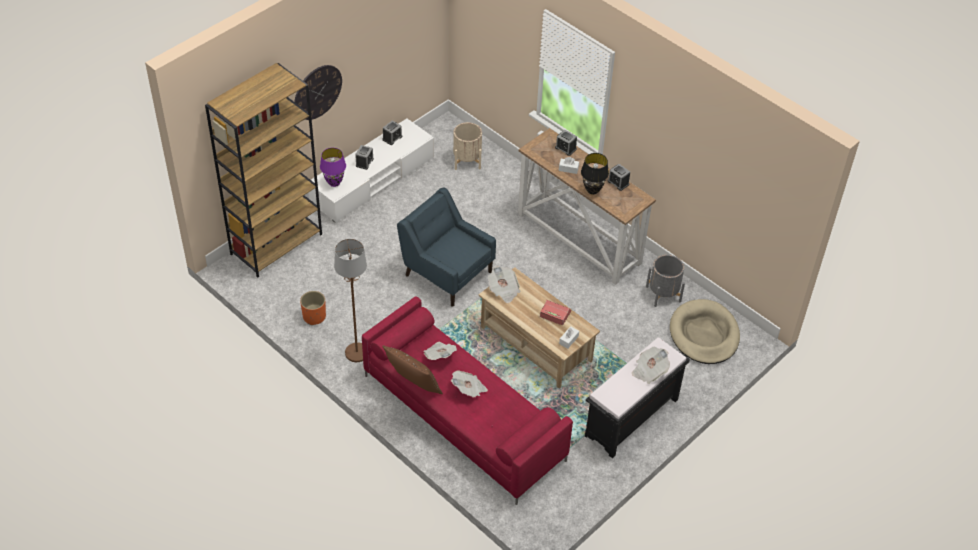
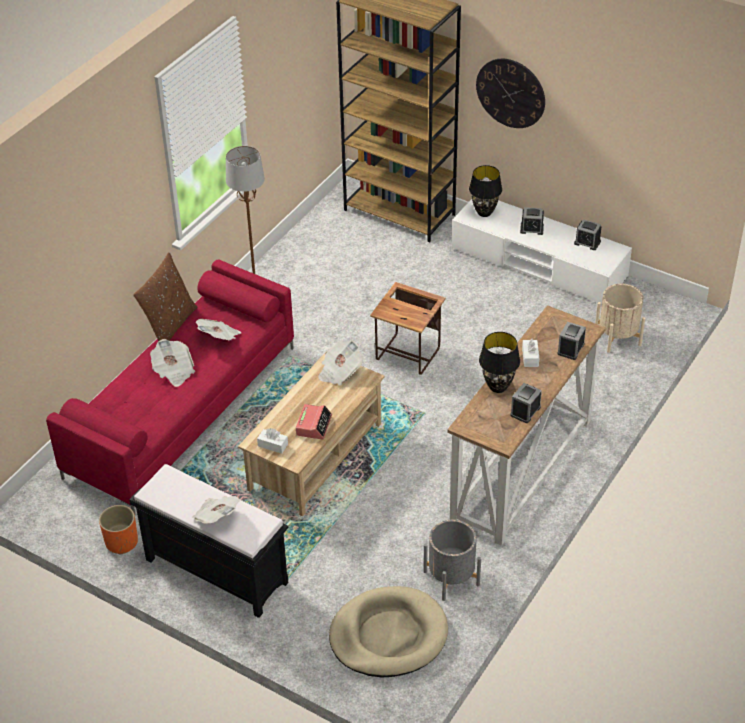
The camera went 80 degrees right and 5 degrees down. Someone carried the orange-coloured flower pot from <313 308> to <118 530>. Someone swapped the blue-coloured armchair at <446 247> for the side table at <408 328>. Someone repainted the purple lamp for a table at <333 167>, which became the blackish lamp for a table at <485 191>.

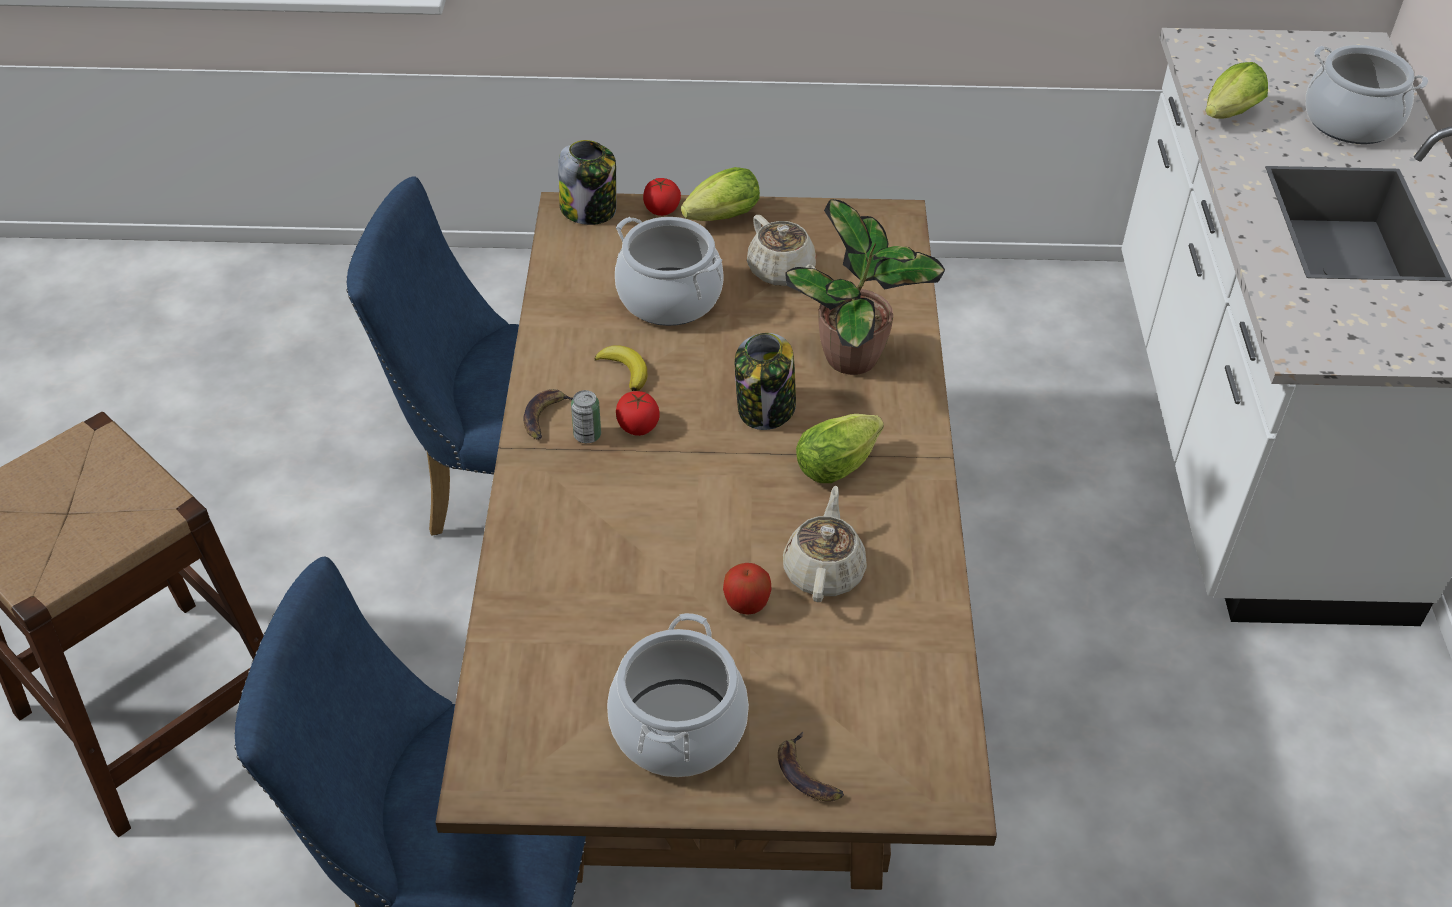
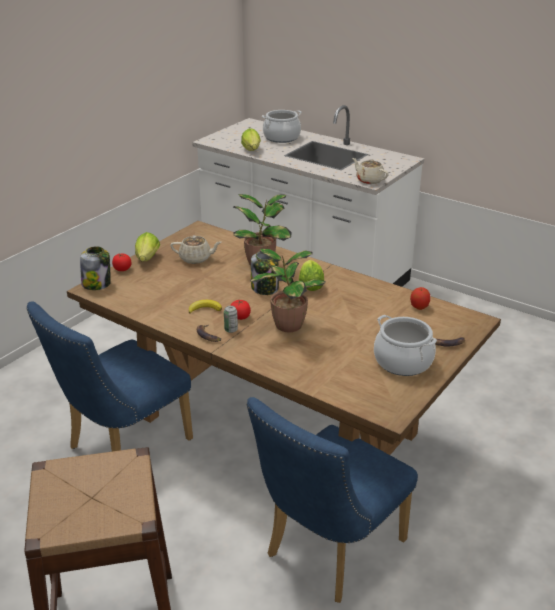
The camera went 55 degrees left and 15 degrees down. Someone put down the houseplant at <288 290>. Someone carried the beige pot for tea from <825 544> to <370 171>. Someone carried the whole apple from <747 589> to <420 298>. Someone took away the stockpot at <669 271>.

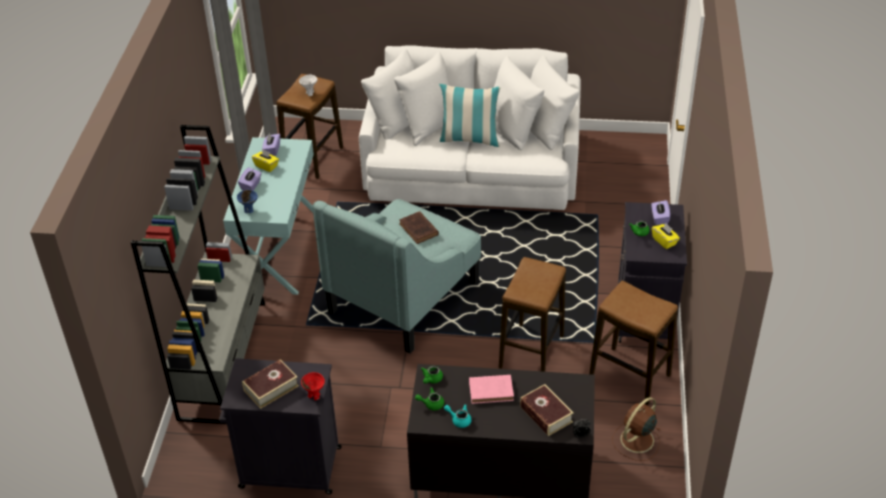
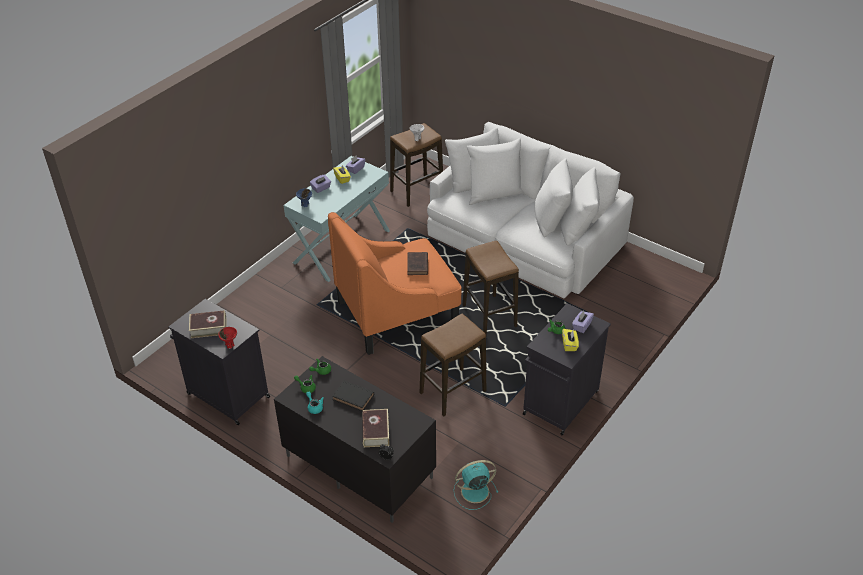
The camera went 30 degrees right and 0 degrees up. Someone repainted the blue-green armchair at <397 276>, which became the orange-coloured armchair at <395 283>. Someone repainted the pink-coloured volume at <491 389>, which became the blackish volume at <353 396>. Someone repainted the brown-coloured electric fan at <636 429>, which became the blue-green electric fan at <476 485>. Someone carried the stool seat from <633 342> to <491 287>. Someone took away the gray shelving unit at <198 274>. Someone took away the throw pillow at <470 115>.

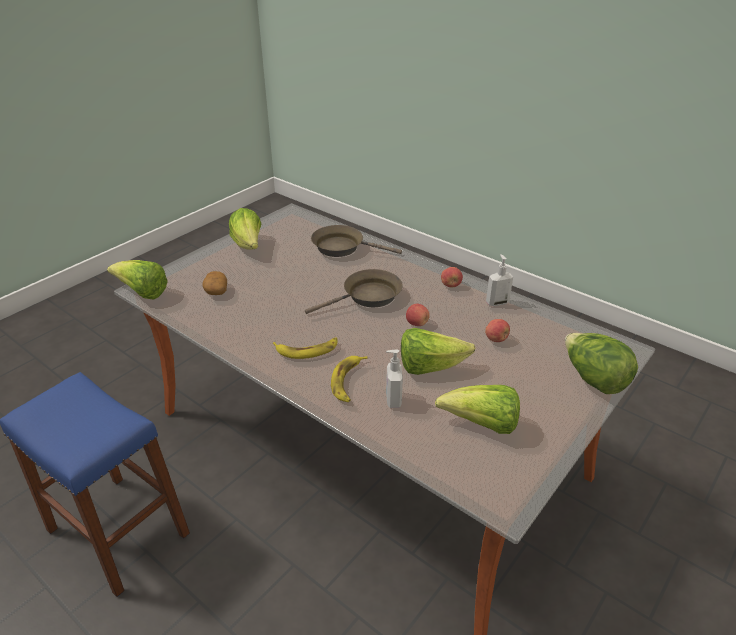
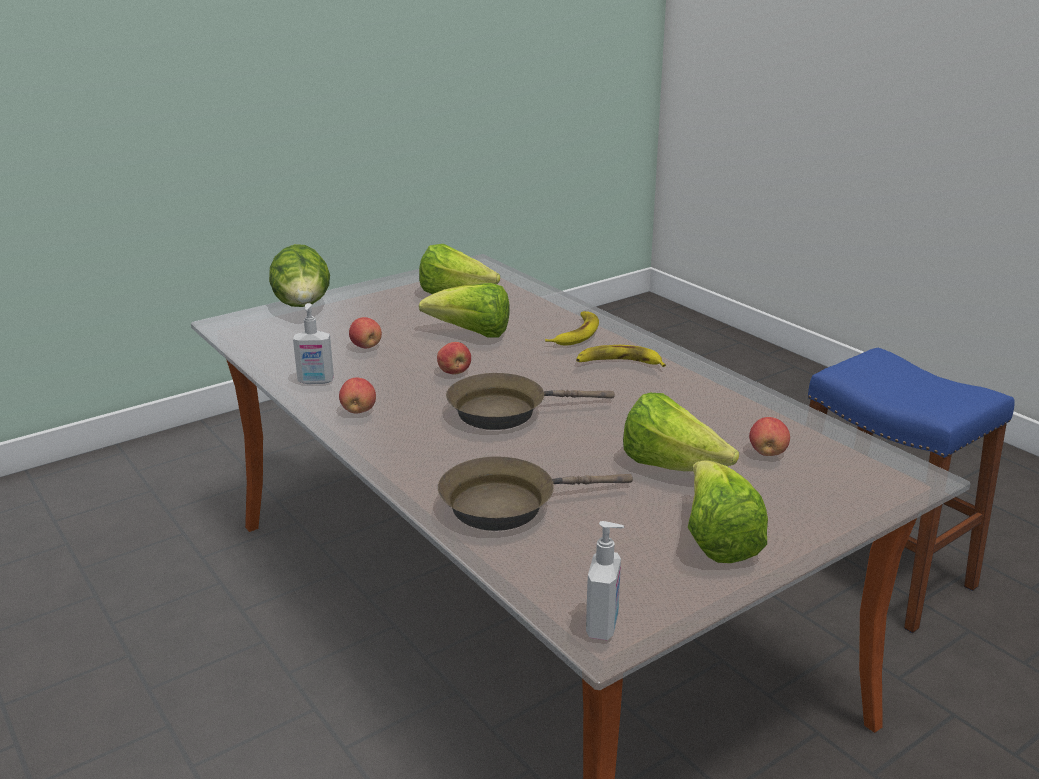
The camera went 165 degrees left and 10 degrees down. Someone rotated the brown-coloured frying pan at <356 241> by 135 degrees clockwise. Someone carried the soap dispenser from <394 378> to <605 580>. Someone carried the lettuce head from <137 280> to <681 432>. Someone swapped the potato at <214 283> for the whole apple at <769 436>.

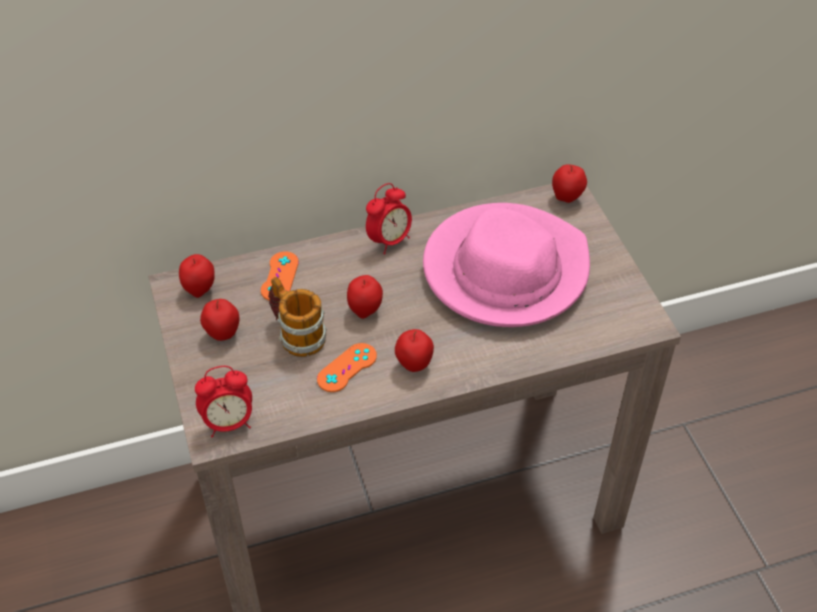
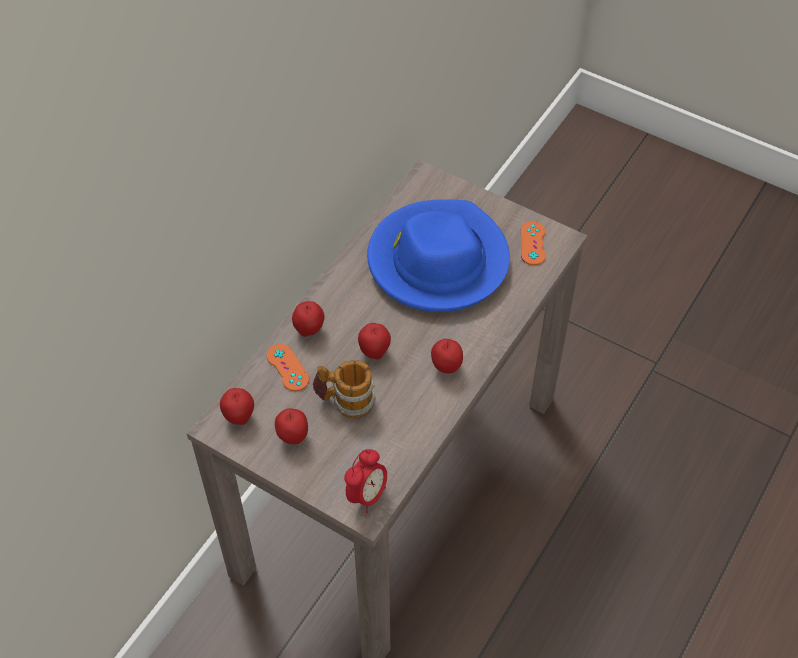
The camera went 40 degrees left and 5 degrees up. Someone carried the whole apple from <569 183> to <308 319>. Someone repainted the pink-coloured clothing hat at <506 265>, which became the blue-coloured clothing hat at <438 255>. Someone carried the orange-coloured gamepad from <347 367> to <533 243>. Someone took away the alarm clock at <389 218>.

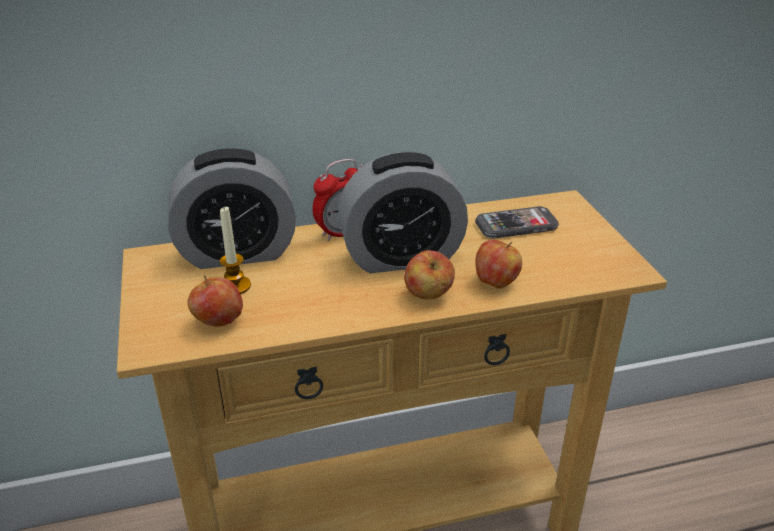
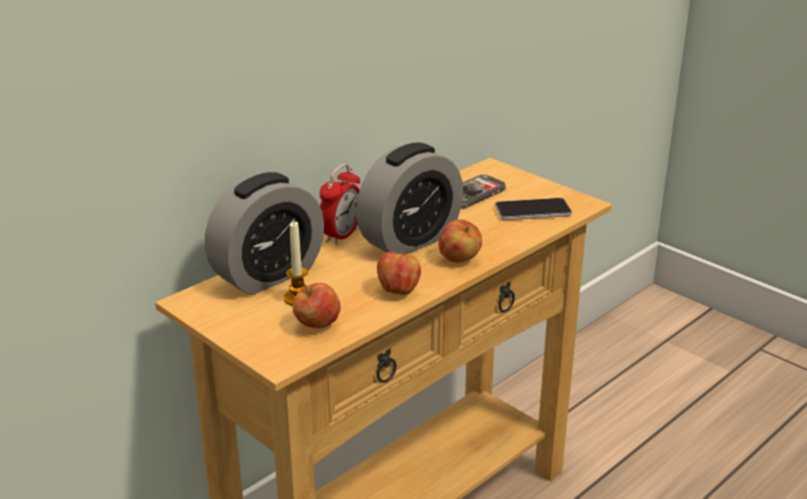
The camera went 30 degrees left and 5 degrees down. Someone carried the whole apple from <498 264> to <399 272>. Someone put down the handset at <533 209>.

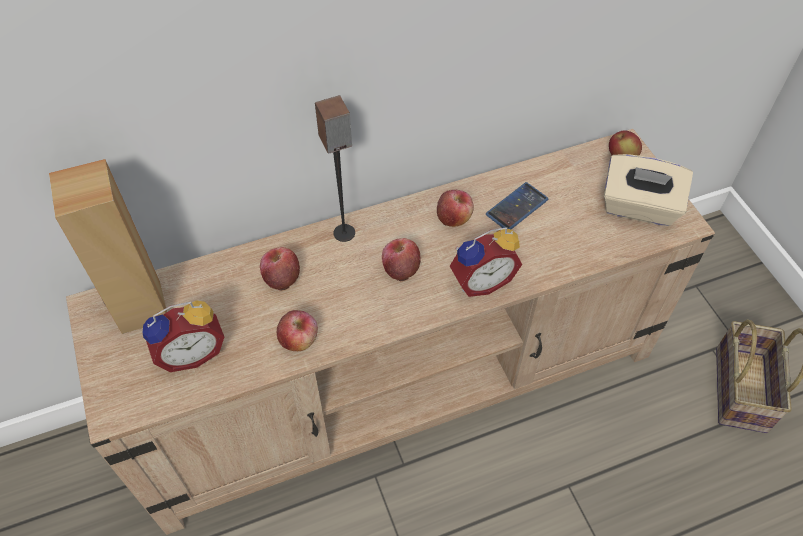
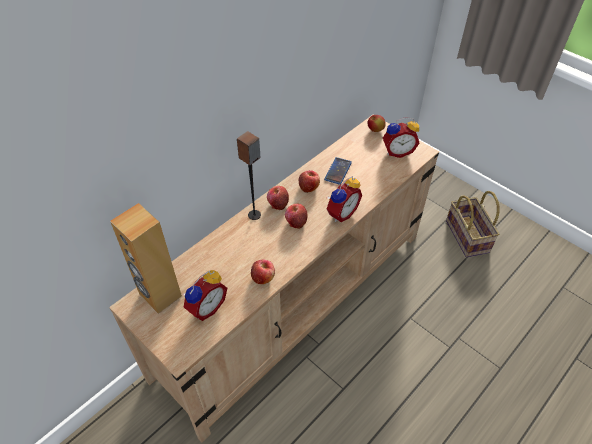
The camera went 25 degrees left and 5 degrees down. Someone carried the whole apple from <280 269> to <278 198>. Someone swapped the beige tissue holder at <648 190> for the alarm clock at <401 137>.

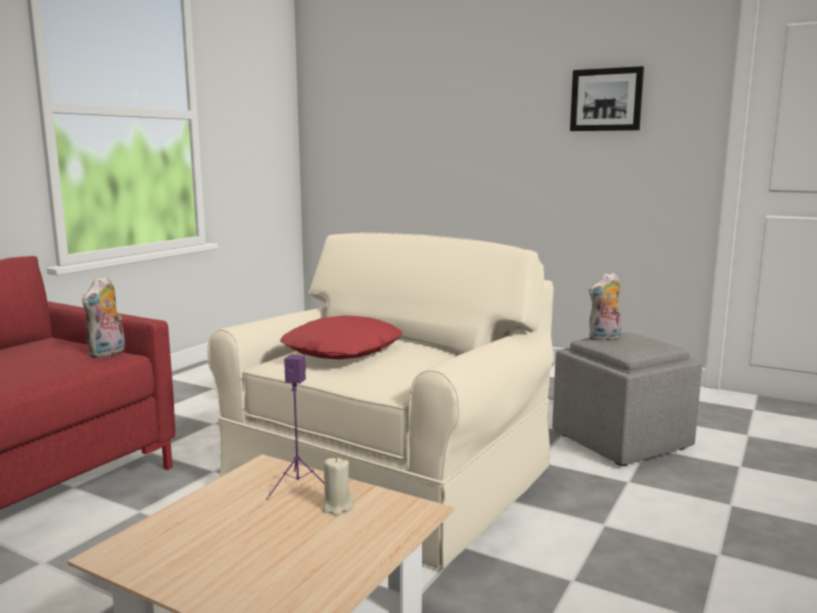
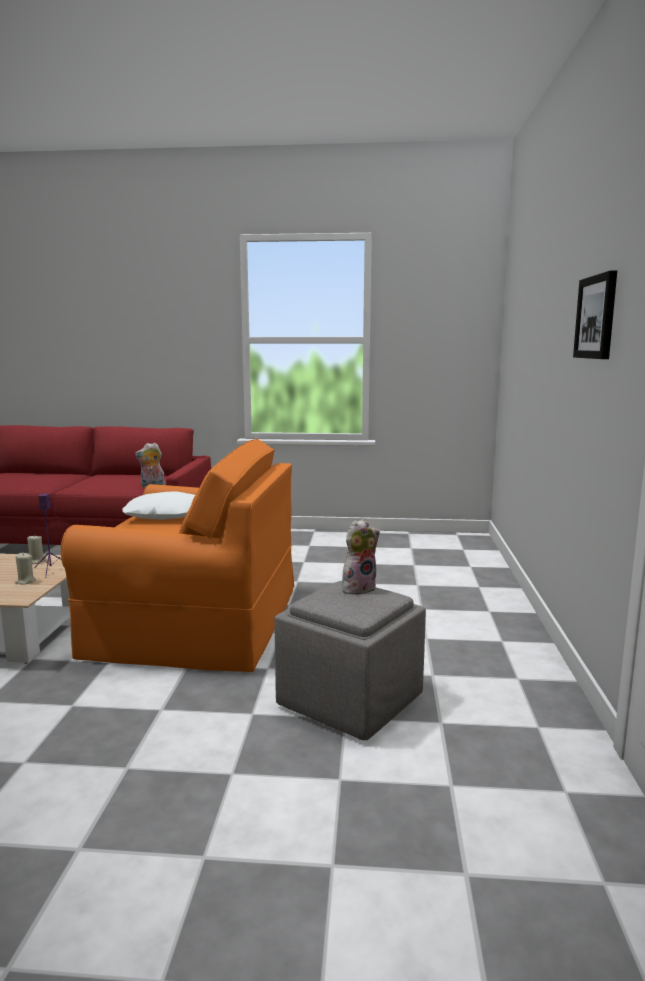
The camera went 65 degrees right and 0 degrees up. Someone put down the beige wax candle at <36 549>. Someone repainted the beige armchair at <380 401>, which became the orange-coloured armchair at <177 555>. Someone repainted the reddish throw pillow at <341 337>, which became the white throw pillow at <158 506>. Someone rotated the plush toy at <605 306> by 105 degrees clockwise.

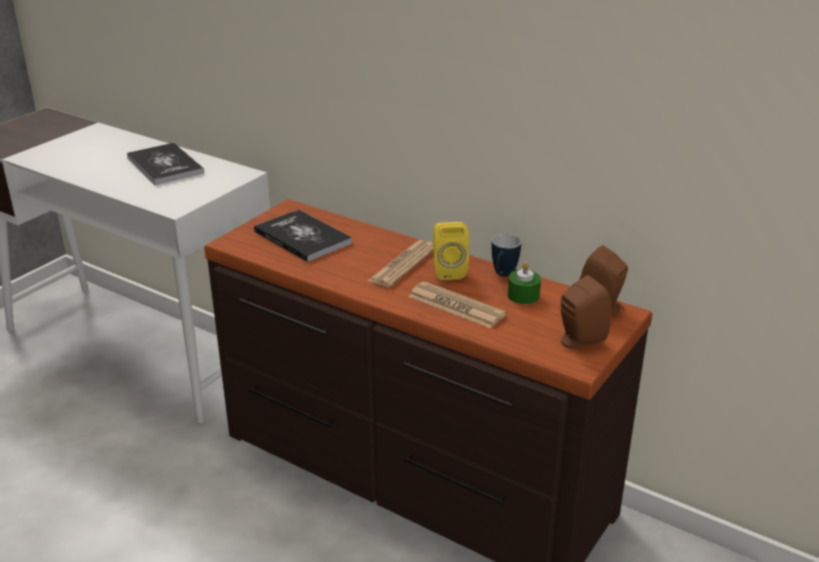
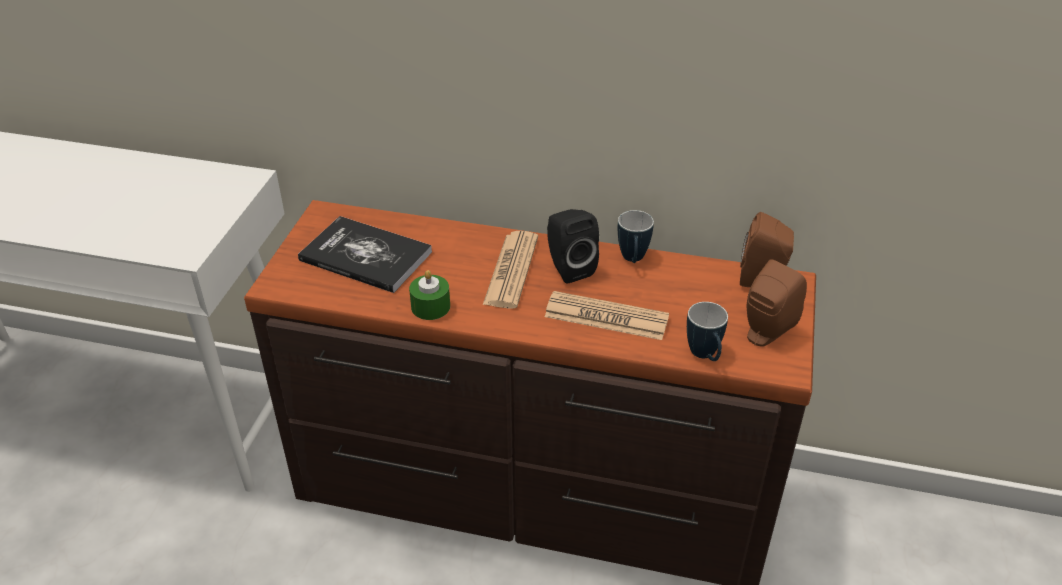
The camera went 20 degrees left and 10 degrees up. Someone carried the greenish wax candle from <524 283> to <429 295>. Someone repainted the yellow-coloured audio speaker at <451 251>, which became the blackish audio speaker at <573 246>. Someone put down the coffee mug at <707 331>. Someone took away the volume at <165 164>.

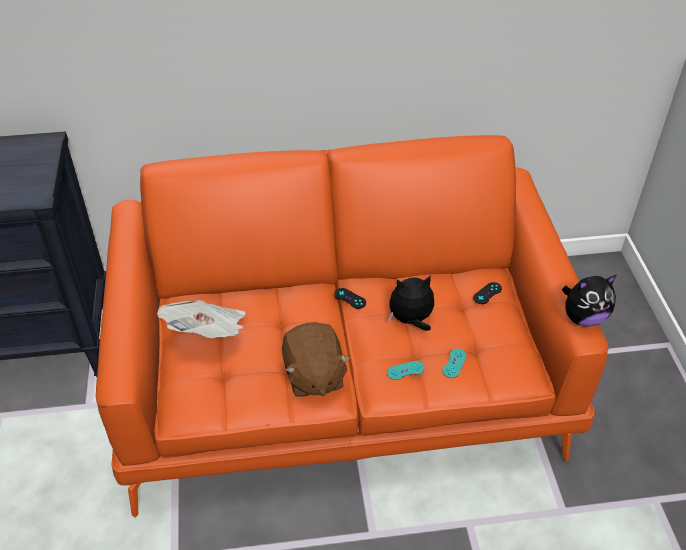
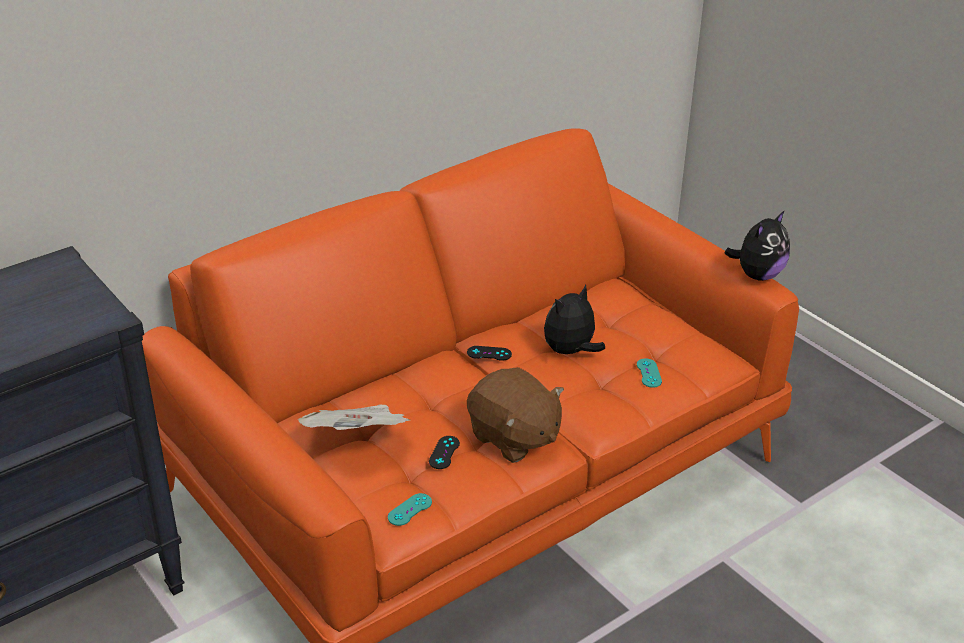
The camera went 30 degrees left and 10 degrees down. Someone carried the blue-green gamepad from <405 370> to <410 509>. Someone carried the blackish gamepad from <487 293> to <444 452>.

